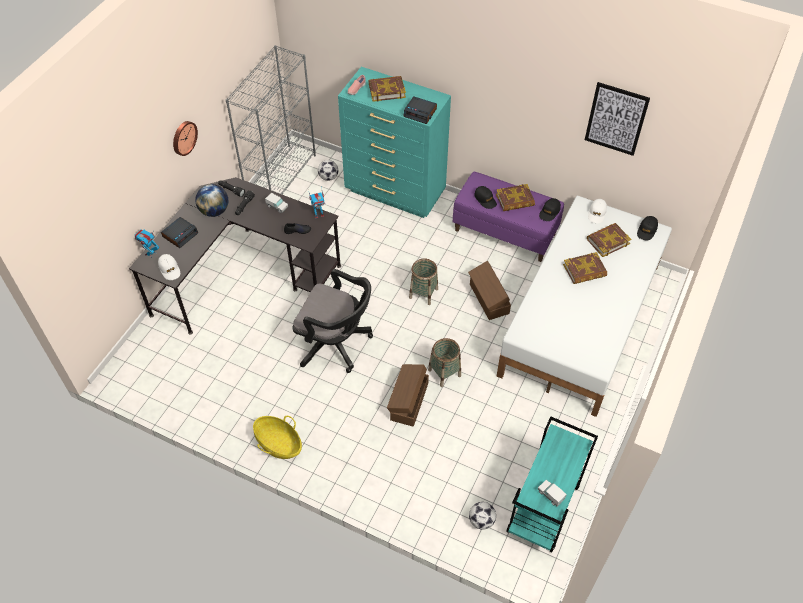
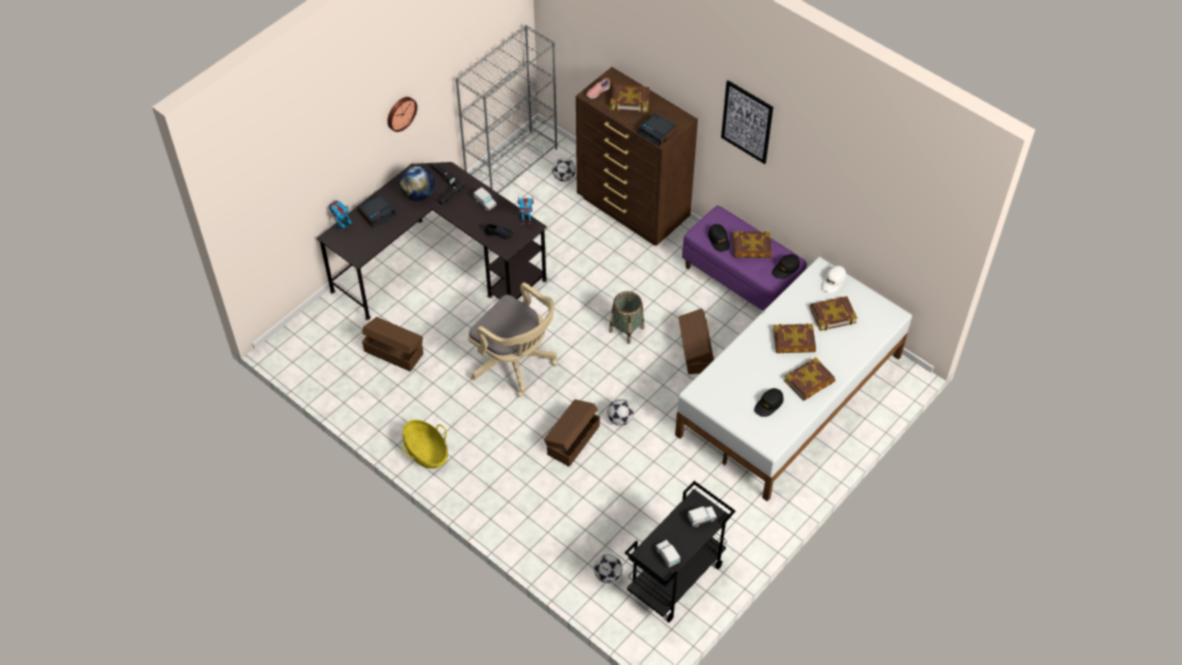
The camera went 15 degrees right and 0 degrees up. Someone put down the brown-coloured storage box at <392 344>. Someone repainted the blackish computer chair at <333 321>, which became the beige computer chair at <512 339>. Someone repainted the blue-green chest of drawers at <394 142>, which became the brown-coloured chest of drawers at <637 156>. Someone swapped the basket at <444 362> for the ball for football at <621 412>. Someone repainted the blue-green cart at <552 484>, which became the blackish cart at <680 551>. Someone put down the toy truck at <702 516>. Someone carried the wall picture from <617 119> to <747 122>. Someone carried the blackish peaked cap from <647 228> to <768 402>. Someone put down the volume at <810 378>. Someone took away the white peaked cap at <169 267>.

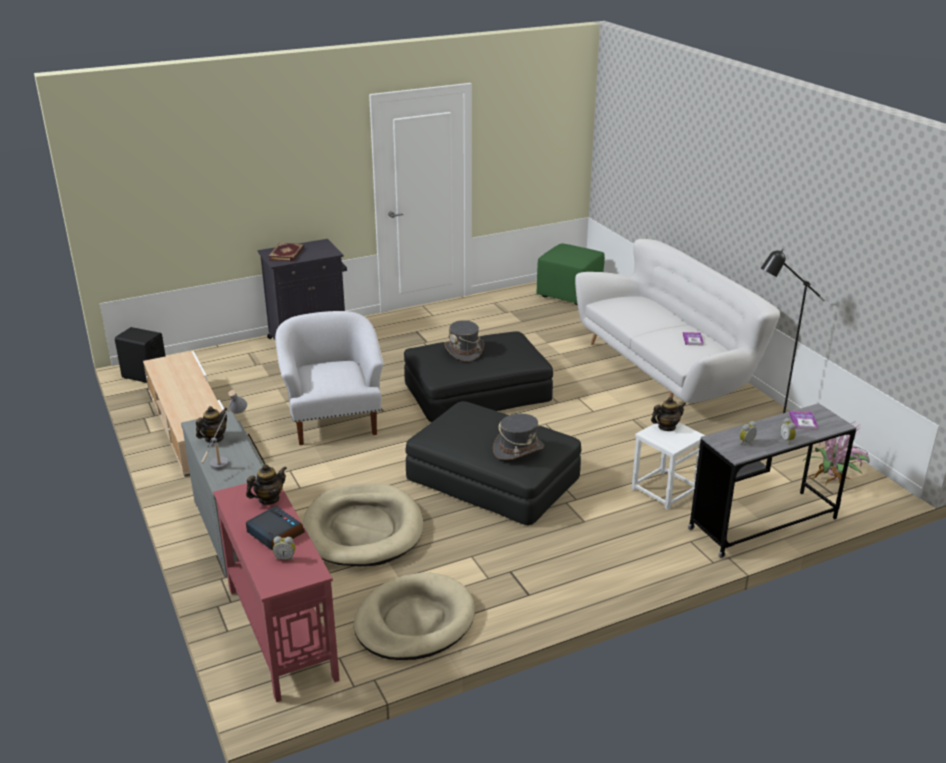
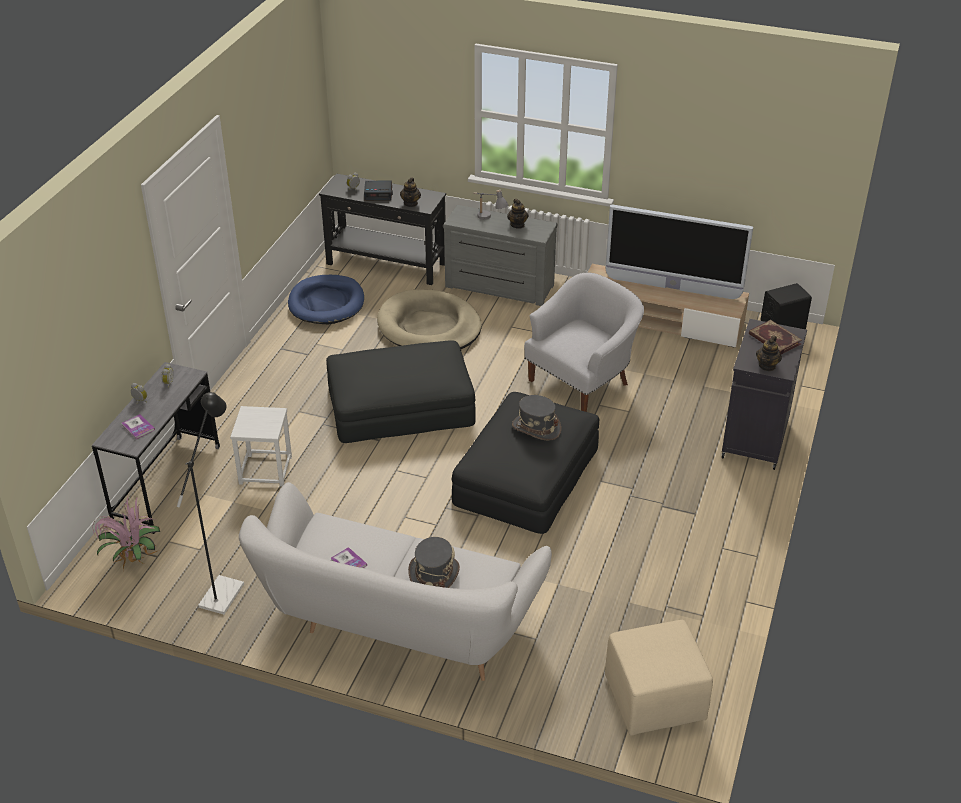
The camera went 135 degrees right and 10 degrees up. Someone repainted the beige pet bed at <414 616>, which became the blue-coloured pet bed at <326 299>. Someone repainted the reddish narrow table at <276 591>, which became the blackish narrow table at <382 229>. Someone carried the gray clothing hat from <518 437> to <434 562>. Someone rotated the white armchair at <329 378> by 75 degrees counterclockwise. Someone repainted the greenish ottoman at <570 274>, which became the beige ottoman at <659 678>. Someone put down the TV set at <679 251>. Someone carried the pot for tea from <668 414> to <769 353>.

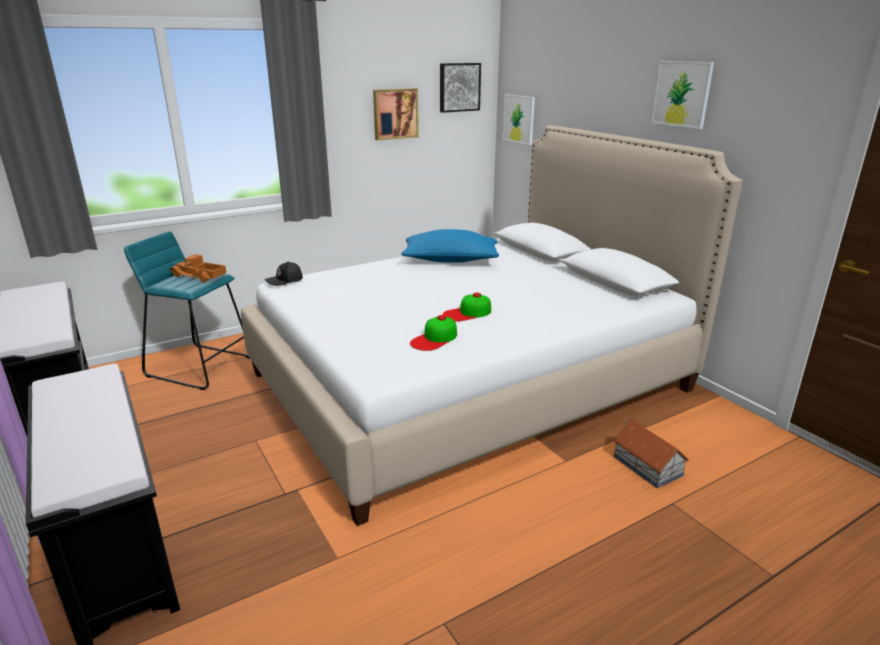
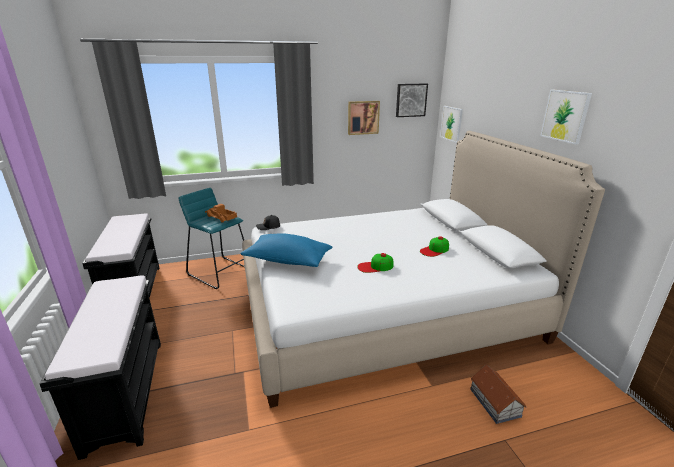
The camera went 15 degrees right and 0 degrees up. Someone carried the blue-coloured throw pillow from <450 246> to <286 250>. Someone carried the peaked cap from <433 333> to <434 246>.

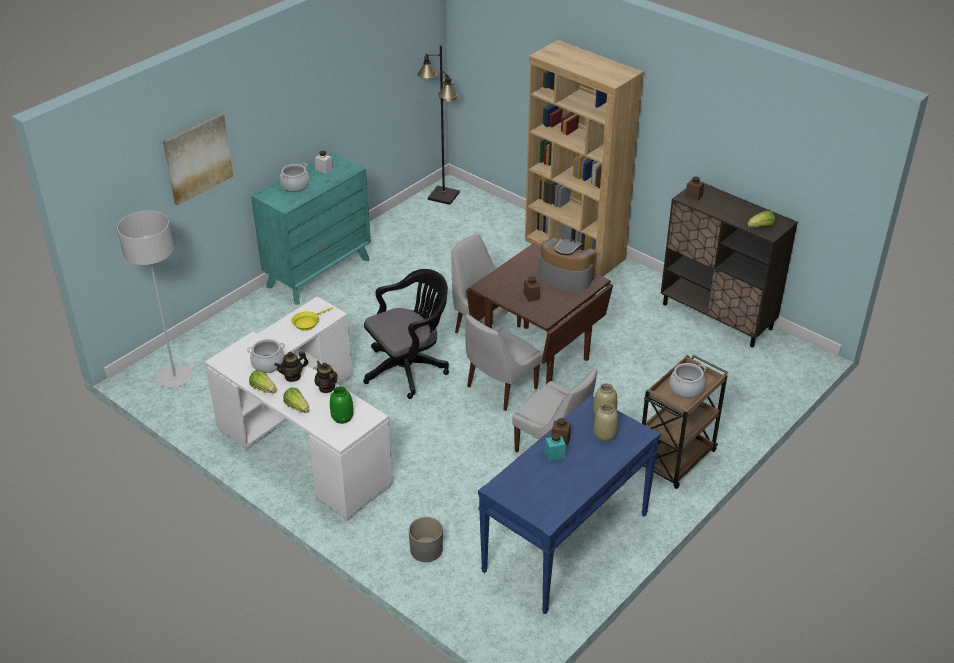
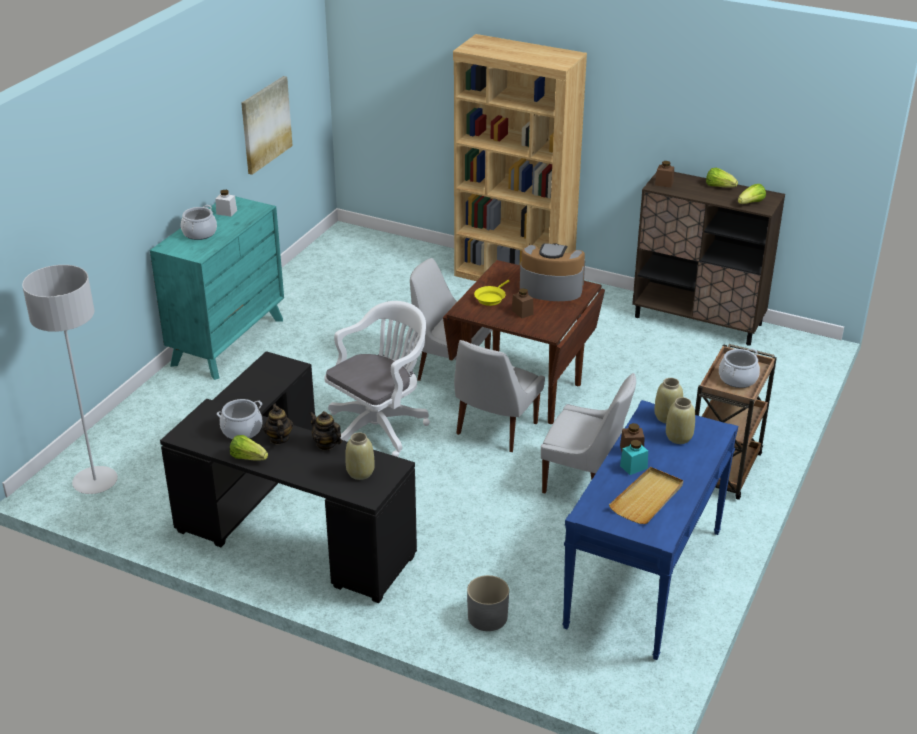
The camera went 15 degrees left and 5 degrees down. Someone repainted the white desk table at <298 409>, which became the blackish desk table at <288 477>. Someone carried the wall picture from <198 159> to <267 125>. Someone rotated the pot for tea at <291 366> by 120 degrees clockwise. Someone repainted the blackish computer chair at <406 334>, which became the white computer chair at <377 379>. Someone repainted the greenish flower vase at <342 405>, which became the beige flower vase at <359 456>. Someone carried the yellow-coloured frying pan from <312 319> to <491 293>. Someone put down the beige serving tray at <646 495>. Someone carried the lettuce head from <296 400> to <722 178>. Someone took away the blackish standing lamp at <438 125>.

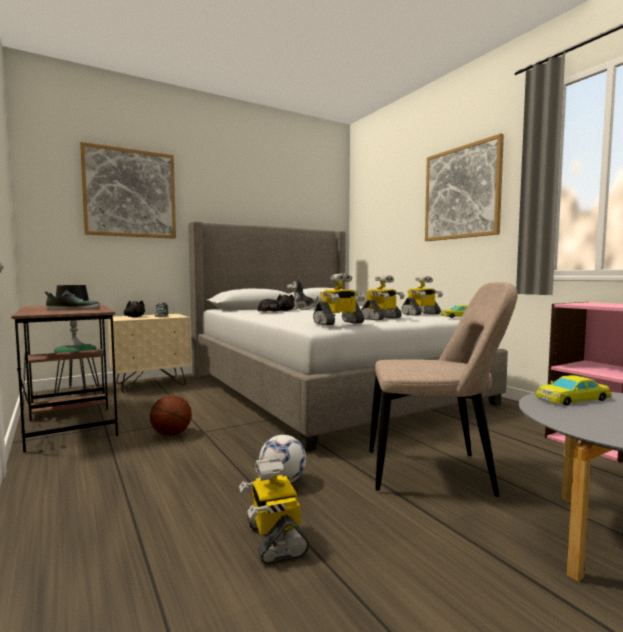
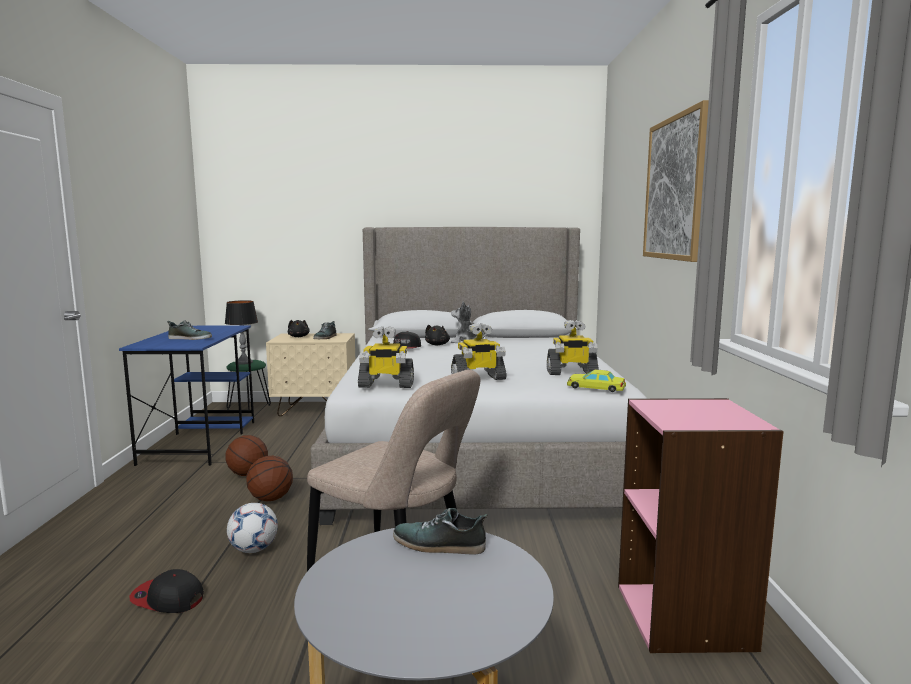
The camera went 30 degrees right and 5 degrees up. Someone repainted the brown-coloured desk table at <64 378>, which became the blue-coloured desk table at <186 396>. Someone swapped the model robot at <274 511> for the peaked cap at <166 591>. Someone put down the basketball ball at <269 478>. Someone swapped the yellow-coloured model car at <574 390> for the shoe at <440 531>. Someone took away the wall picture at <128 190>.

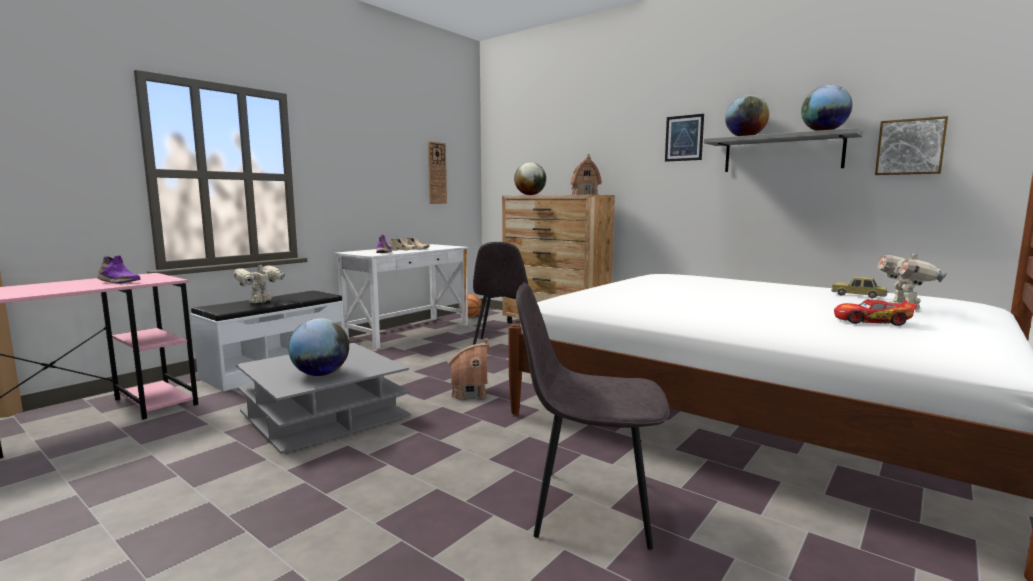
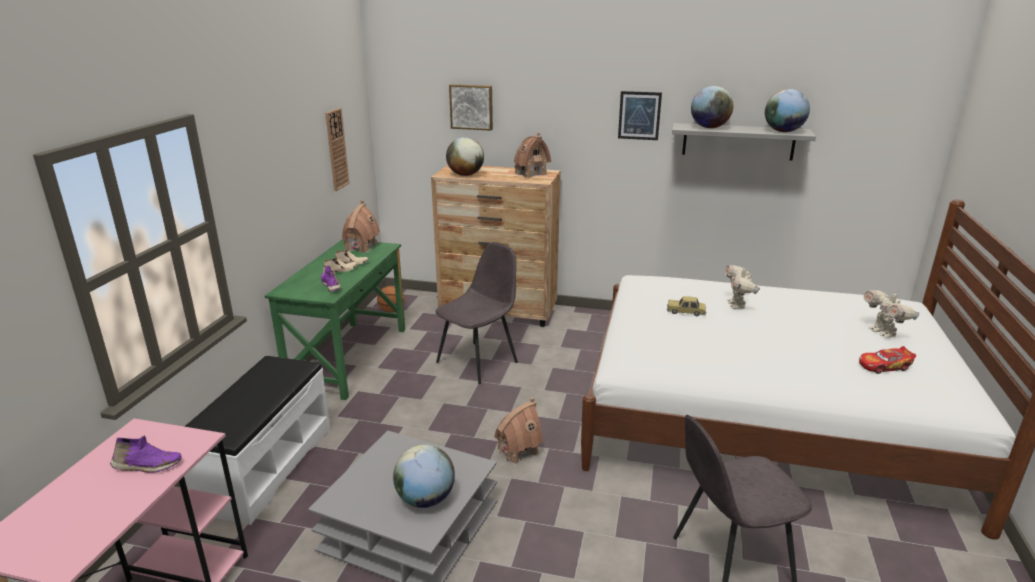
The camera went 25 degrees left and 15 degrees up. Someone repainted the white desk table at <401 296>, which became the greenish desk table at <335 319>. Someone put down the model house at <361 226>. Someone rotated the gray plain chair at <502 293> by 120 degrees counterclockwise. Someone carried the wall picture from <911 145> to <471 107>. Someone carried the model car from <859 287> to <687 306>. Someone carried the model robot from <259 282> to <742 287>.

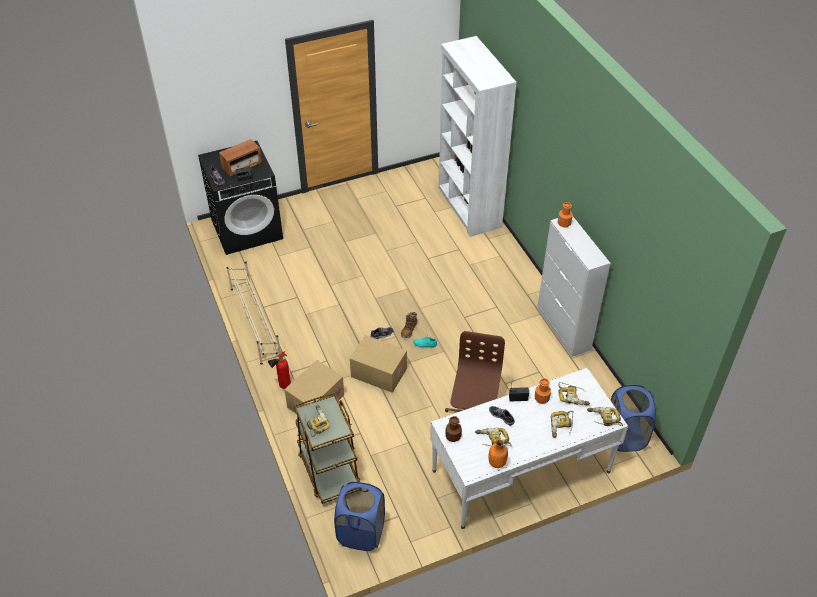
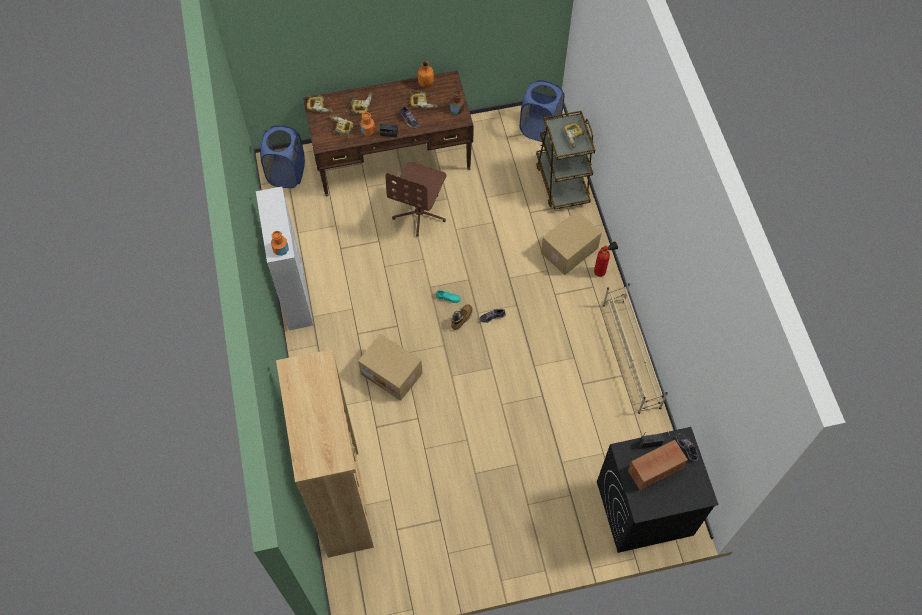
The camera went 170 degrees left and 15 degrees up. Someone repainted the white shelving unit at <478 136>, which became the brown-coloured shelving unit at <325 453>. Someone repainted the white desk table at <529 448>, which became the brown-coloured desk table at <388 134>. Someone carried the packing box from <378 364> to <390 367>.

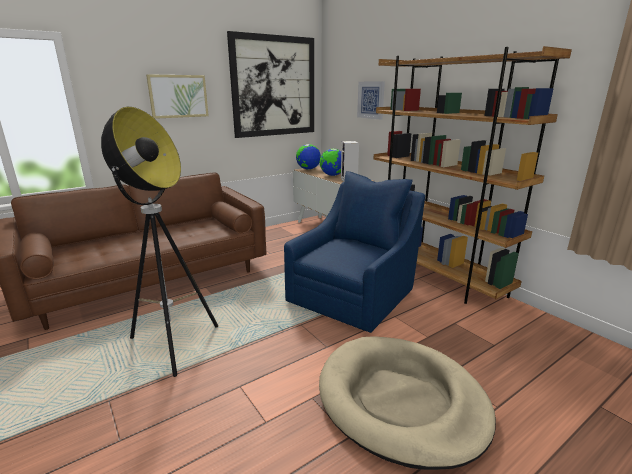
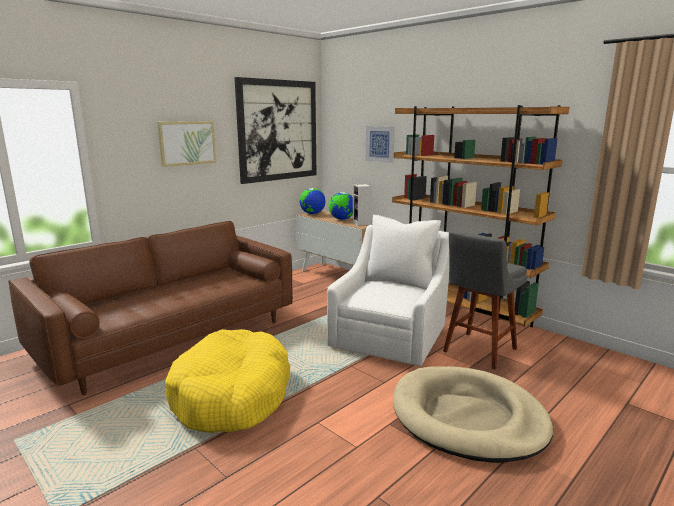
The camera went 10 degrees left and 5 degrees down. Someone swapped the standing lamp at <159 242> for the yellow-coloured pet bed at <227 381>. Someone repainted the blue-coloured armchair at <355 252>, which became the white armchair at <388 290>. Someone put down the gray stool seat at <485 300>.

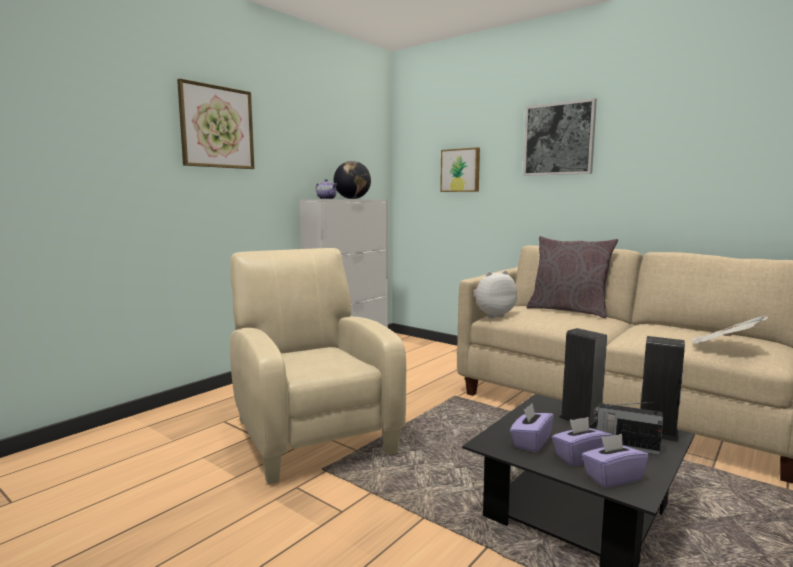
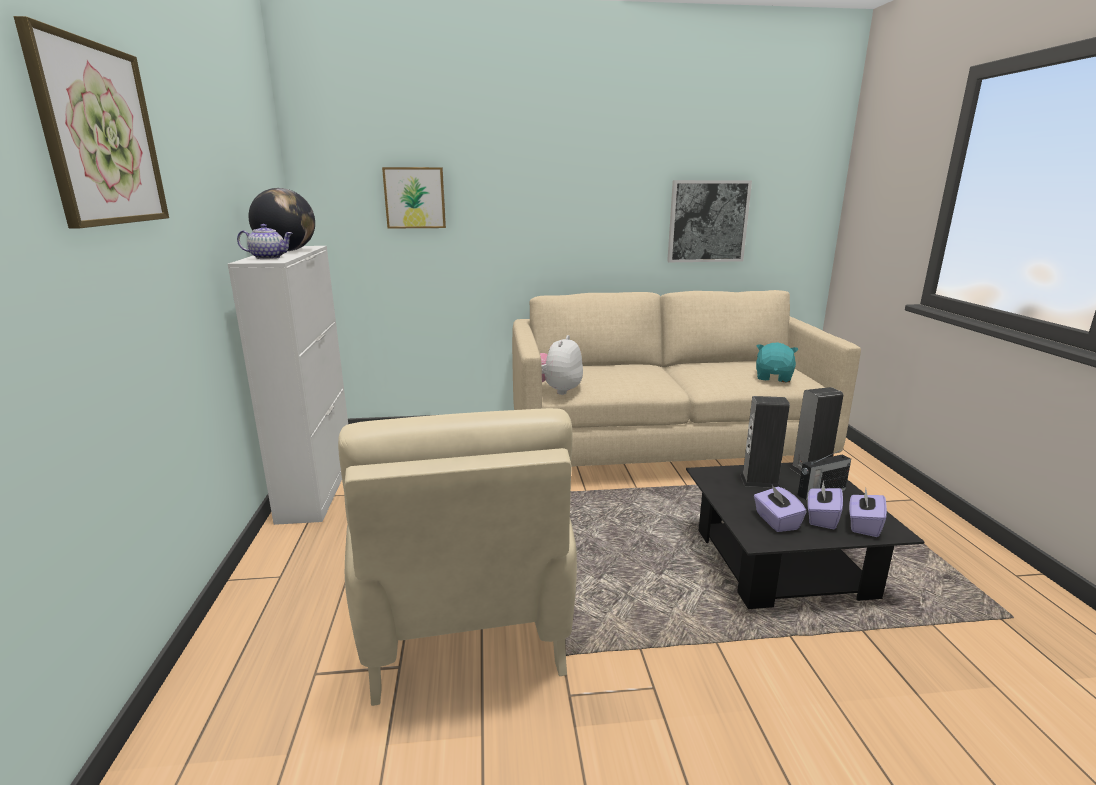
The camera went 45 degrees left and 10 degrees up. Someone rotated the beige armchair at <318 366> by 120 degrees counterclockwise. Someone carried the wall picture from <560 137> to <709 221>. Someone swapped the printed paper at <729 330> for the blue-green plush toy at <777 362>. Someone took away the gray throw pillow at <572 277>.

